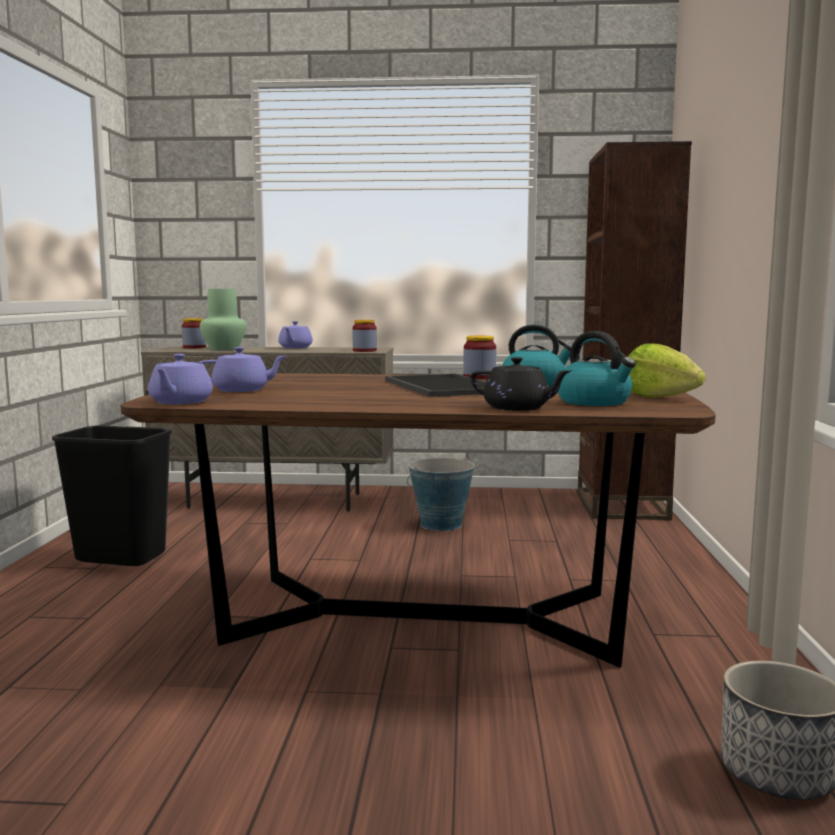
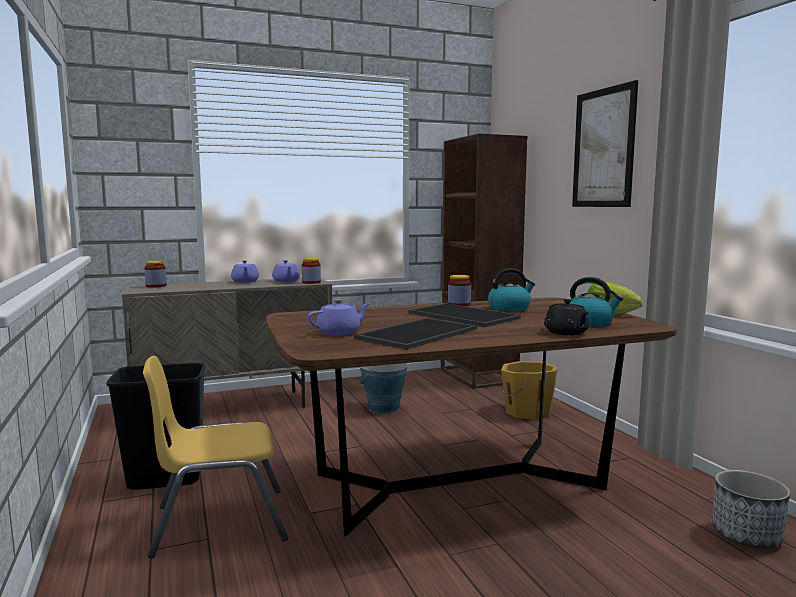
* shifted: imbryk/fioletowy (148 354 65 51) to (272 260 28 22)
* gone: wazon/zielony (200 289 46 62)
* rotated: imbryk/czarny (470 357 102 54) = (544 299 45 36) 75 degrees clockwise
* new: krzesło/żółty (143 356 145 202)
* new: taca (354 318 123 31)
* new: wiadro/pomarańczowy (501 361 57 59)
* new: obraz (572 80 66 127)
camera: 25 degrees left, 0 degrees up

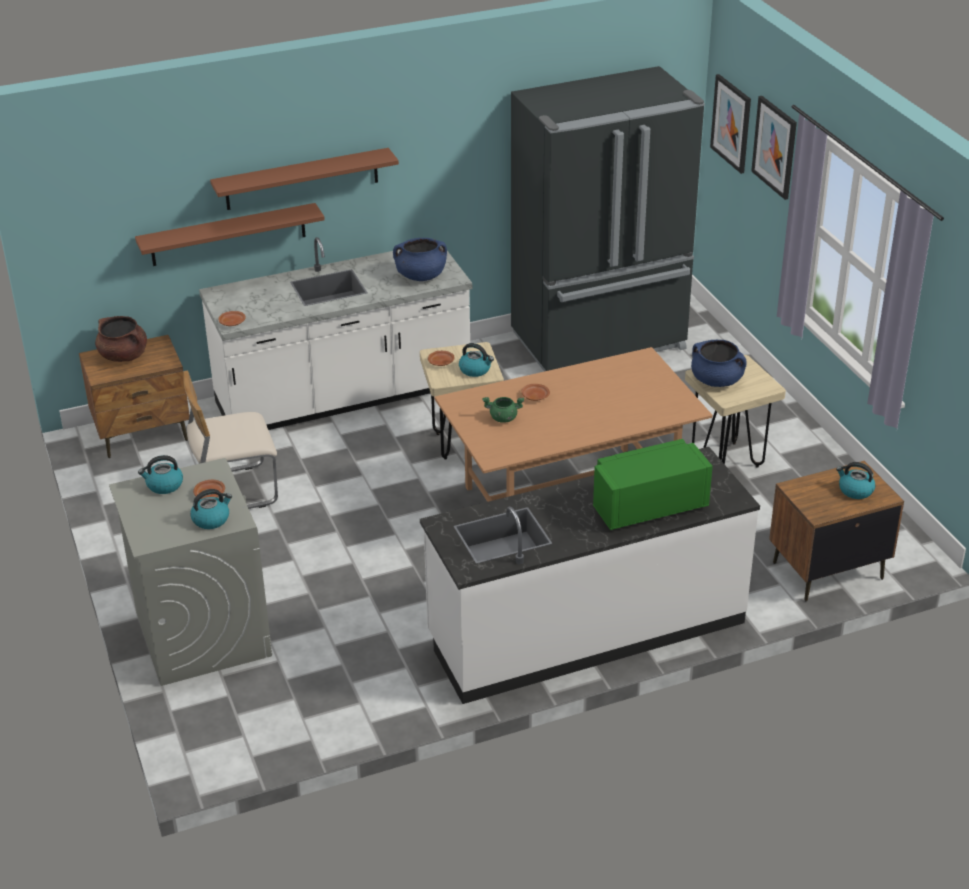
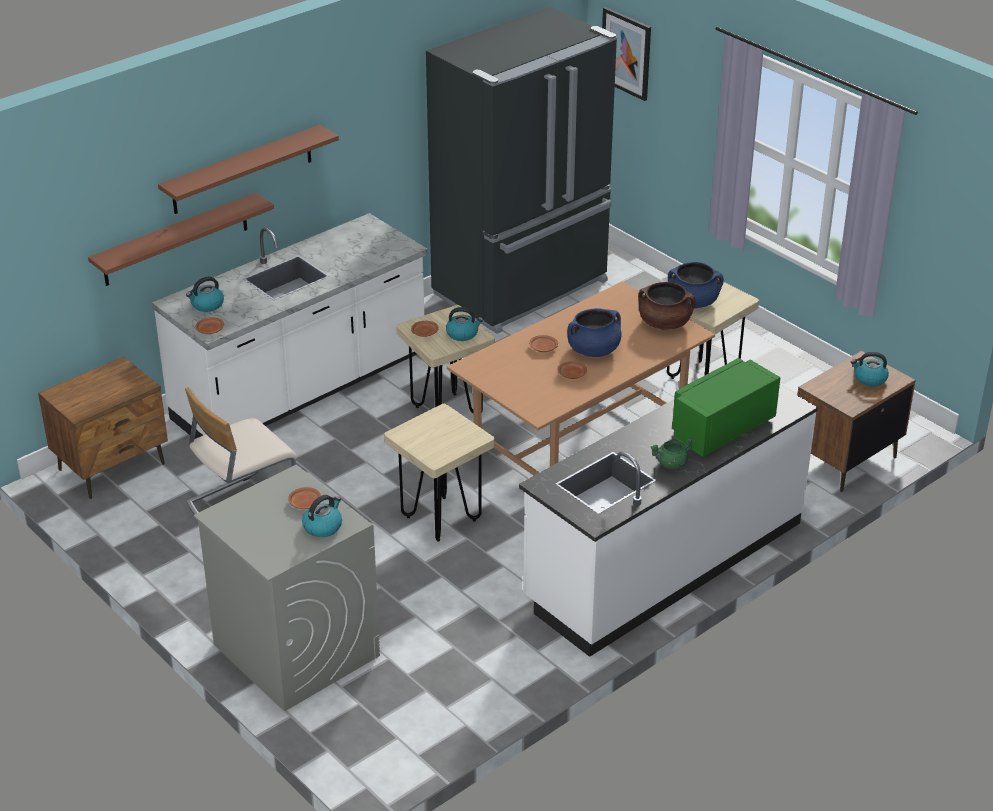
* shifted: garnek/brązowy (95 316 52 46) to (638 282 58 48)
* shifted: czajnik (138 455 45 39) to (186 277 38 35)
* shifted: garnek/niebieski (393 238 54 43) to (567 308 55 49)
* shifted: garnek/zielony (482 397 42 26) to (650 438 44 31)
* gone: obraz (751 96 46 104)
* new: stołek/beżowy (384 404 111 137)
* new: talerz/brązowy (558 361 29 18)
camera: 20 degrees left, 0 degrees up

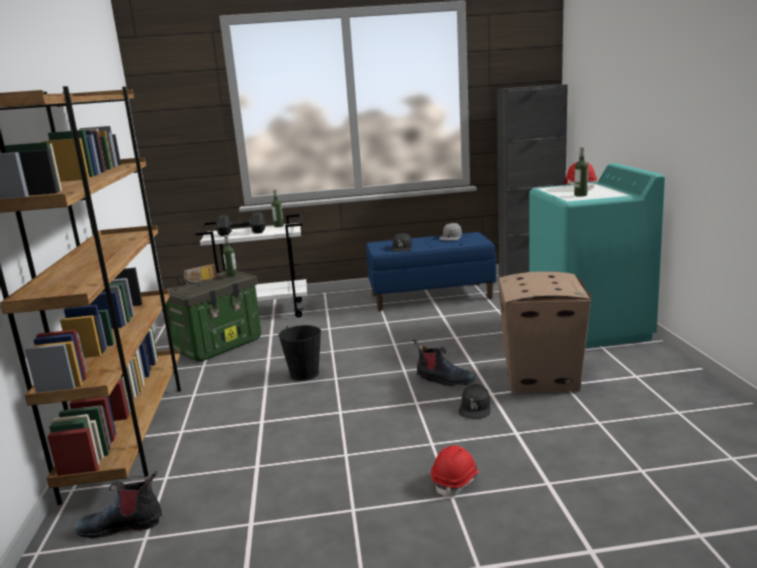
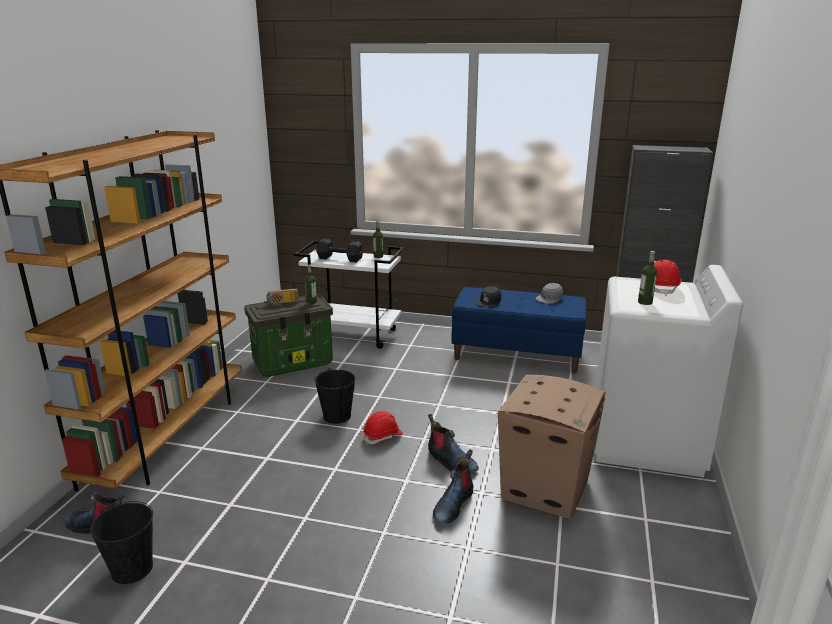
* shifted: kask/czerwony (431 445 49 53) to (363 411 40 33)
* swapped: czapka z daszkiem/czarny (459 384 31 35) to but z cholewką (433 450 41 74)
* repainted: pralka/turkusowy (529 163 136 185) to pralka/biały (594 265 149 212)
* new: wiadro/czarny (90 501 63 83)
camera: 20 degrees right, 5 degrees up

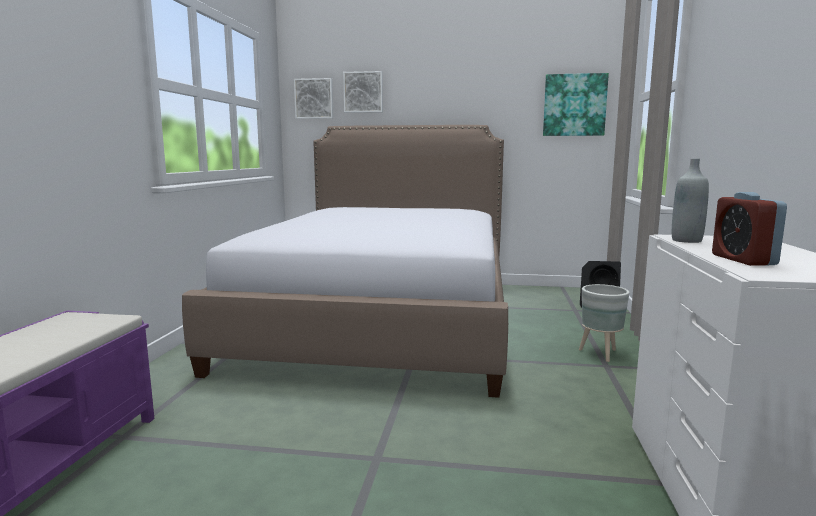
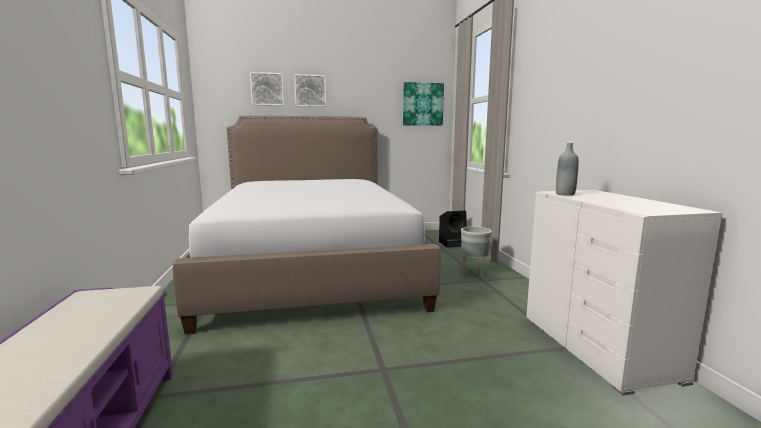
* shifted: obraz (294 78 39 41) to (294 74 32 33)
* gone: budzik (712 192 75 74)
camera: 20 degrees left, 0 degrees up

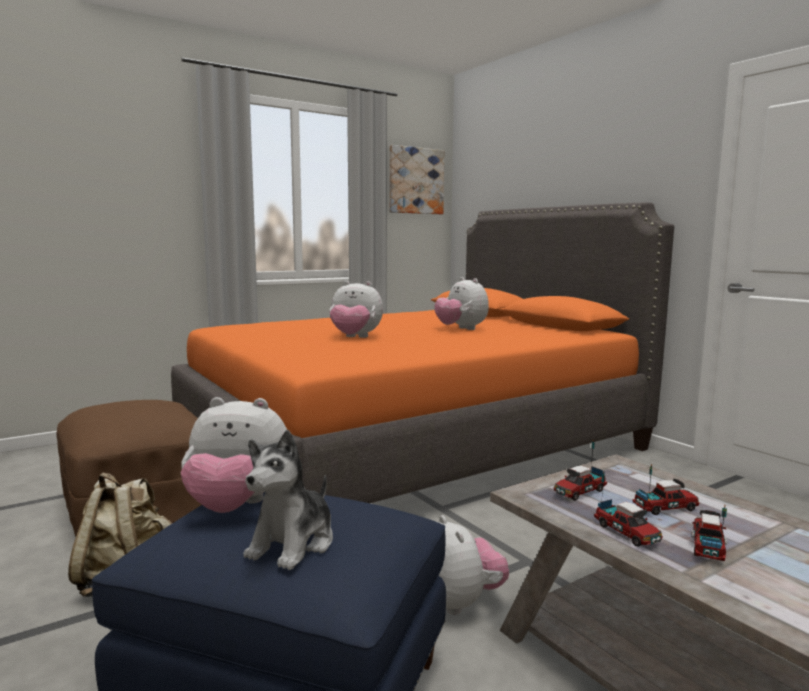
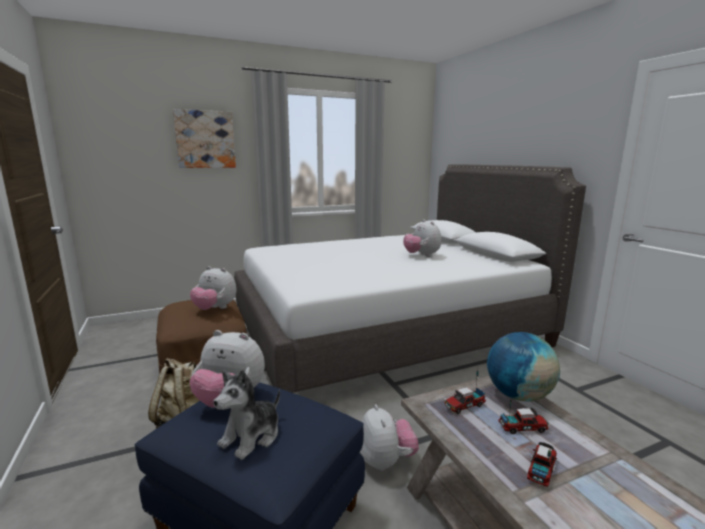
* repainted: łóżko/pomarańczowy (171 202 503 301) to łóżko/biały (234 165 352 228)
* shifted: pluszak (329 281 54 57) to (190 266 47 44)
* shifted: obraz (390 145 54 69) to (173 109 63 59)
* gone: ciężarówka zabawkowa (594 471 69 75)
* new: globus (487 332 73 69)
camera: 10 degrees right, 5 degrees up

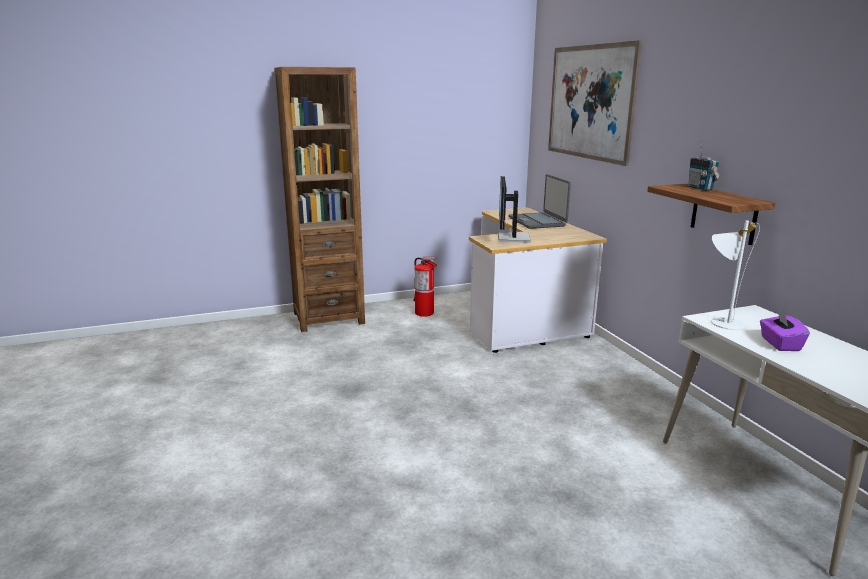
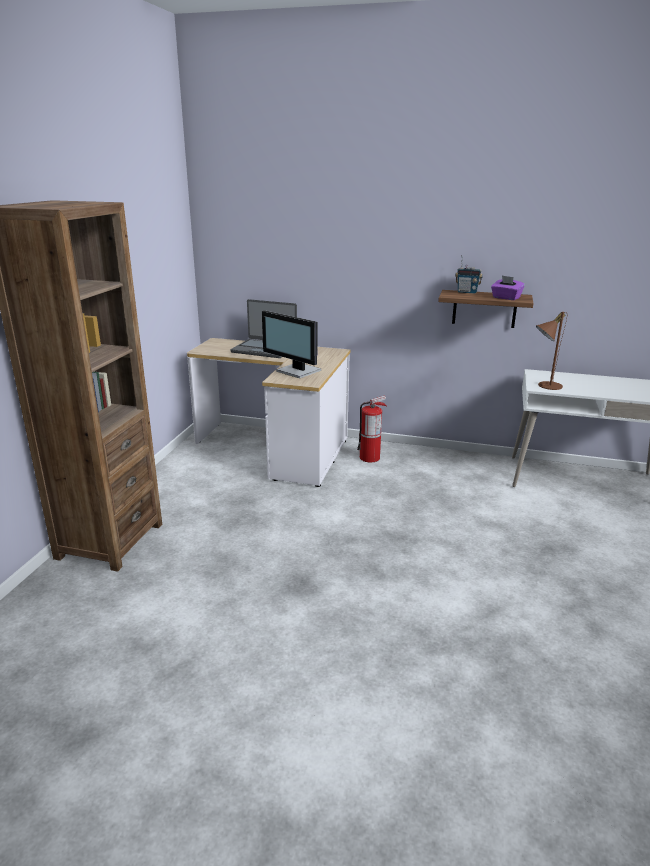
* shifted: gaśnica (413 257 24 60) to (357 396 30 66)
* gone: obraz (548 40 94 126)
* repainted: lampa stołowa/biały (711 221 49 109) to lampa stołowa/brązowy (536 312 31 78)
* shifted: pudełko chusteczek/fioletowy (760 310 50 41) to (491 275 34 25)
camera: 55 degrees left, 5 degrees up

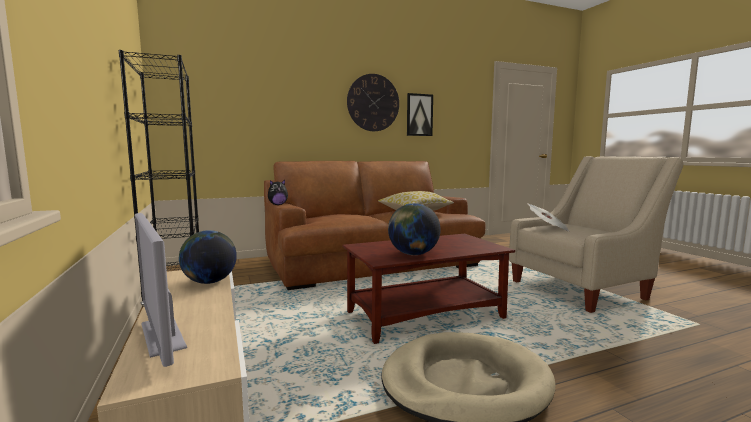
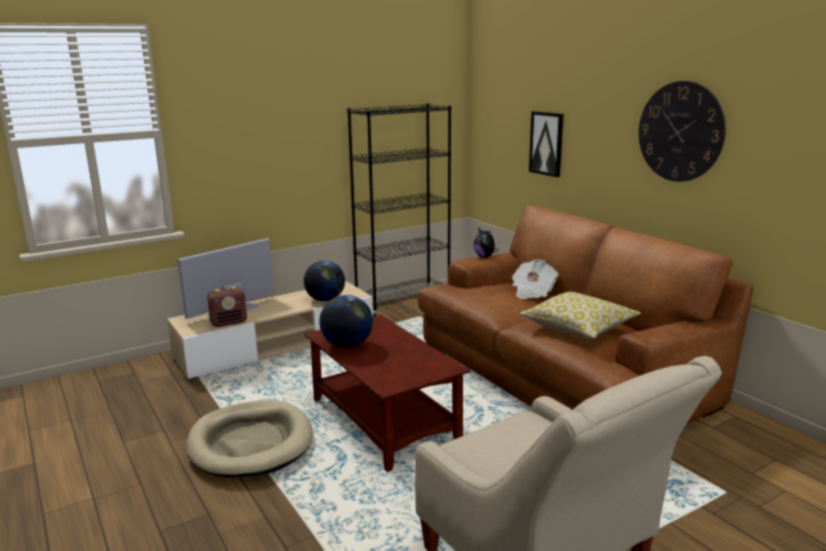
* shifted: obraz (407 93 26 43) to (529 111 35 66)
* shifted: gazeta (527 203 43 29) to (512 259 46 40)
* new: radio (207 287 40 40)
camera: 80 degrees right, 10 degrees up

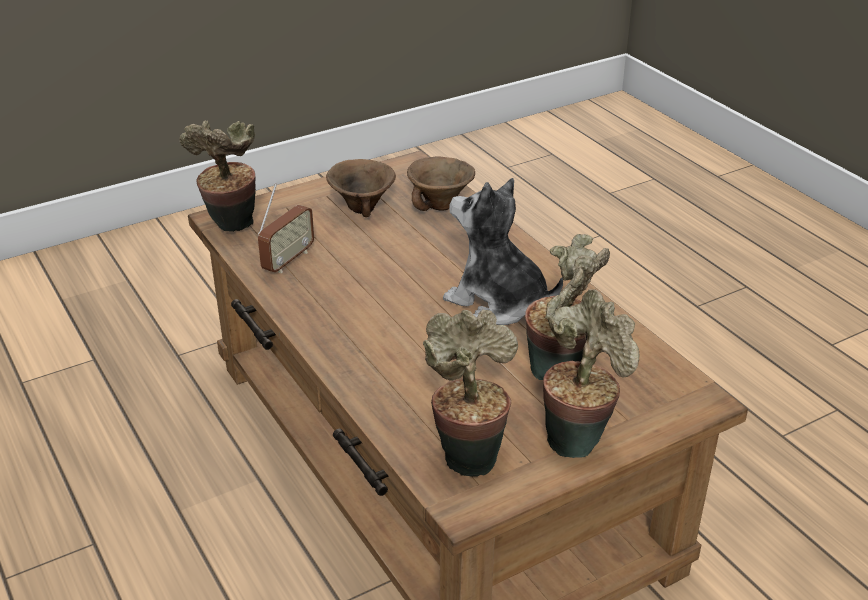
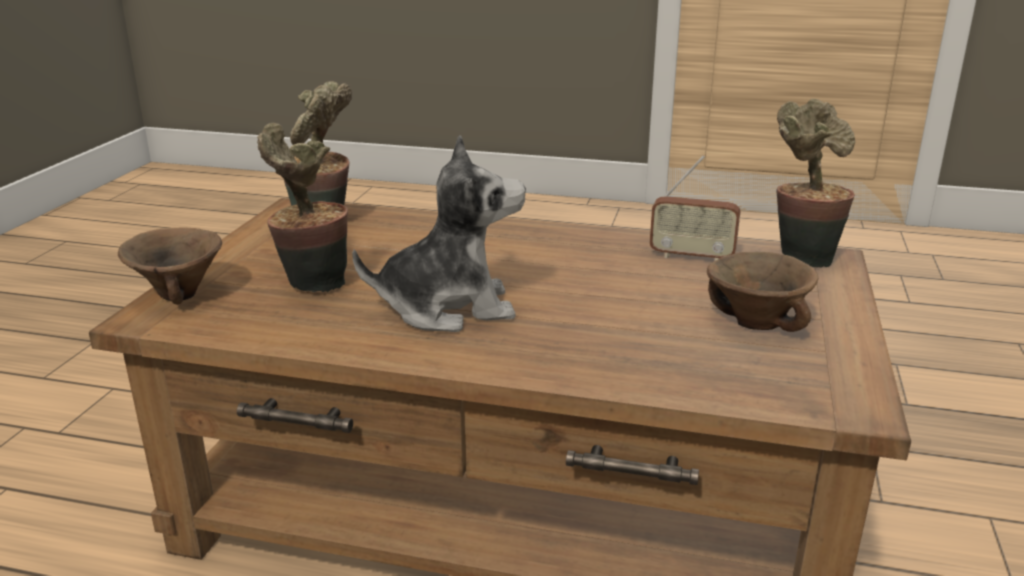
* rotated: radio (258 183 56 90) = (650 155 91 106) 60 degrees counterclockwise
* shifted: miska/brązowy (407 157 68 54) to (118 228 104 77)
* gone: roślina doniczkowa (543 289 97 169)
camera: 135 degrees right, 10 degrees down

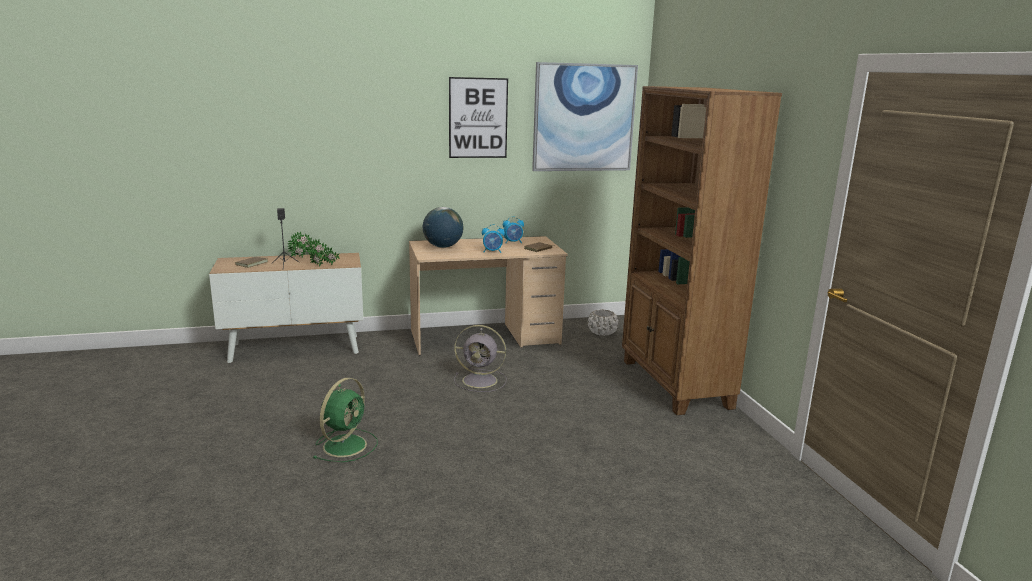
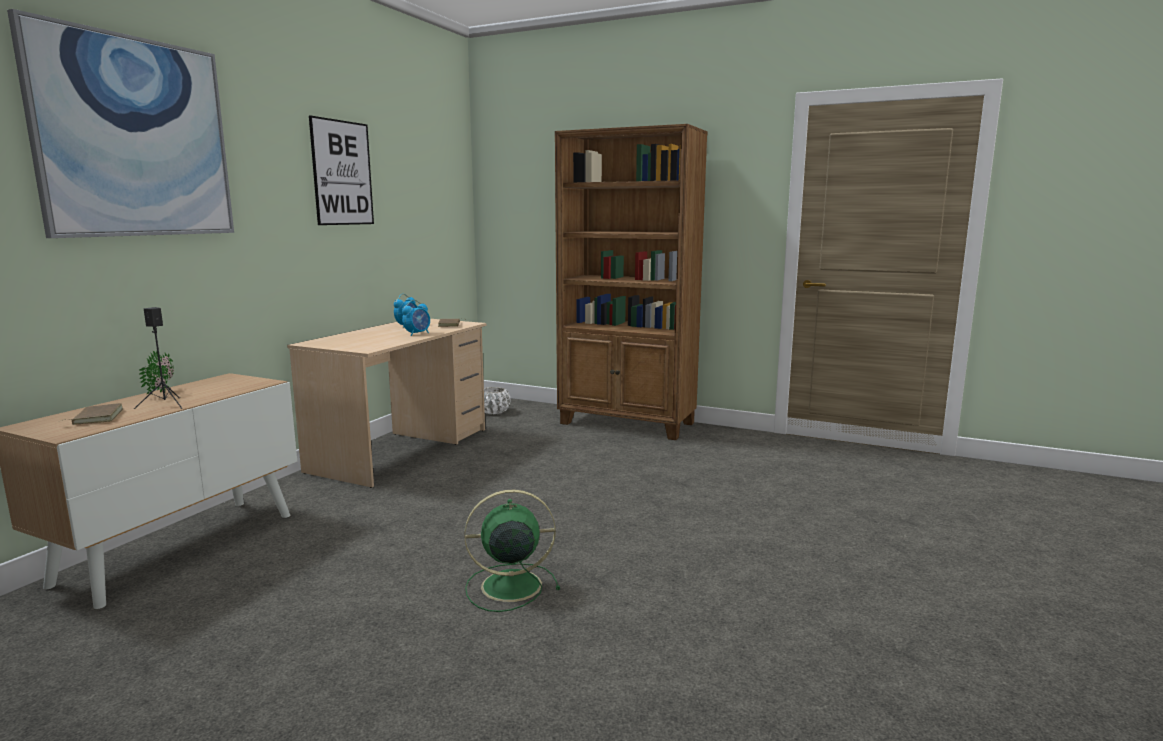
* gone: roślina doniczkowa (307 239 33 28)
* rotated: wentylator/zielony (313 378 65 84) = (464 489 96 123) 75 degrees counterclockwise
* gone: globus (423 207 40 41)
* gone: wentylator/szary (454 325 53 67)
* shifted: obraz (532 62 106 109) to (7 9 227 229)
camera: 50 degrees left, 5 degrees down

